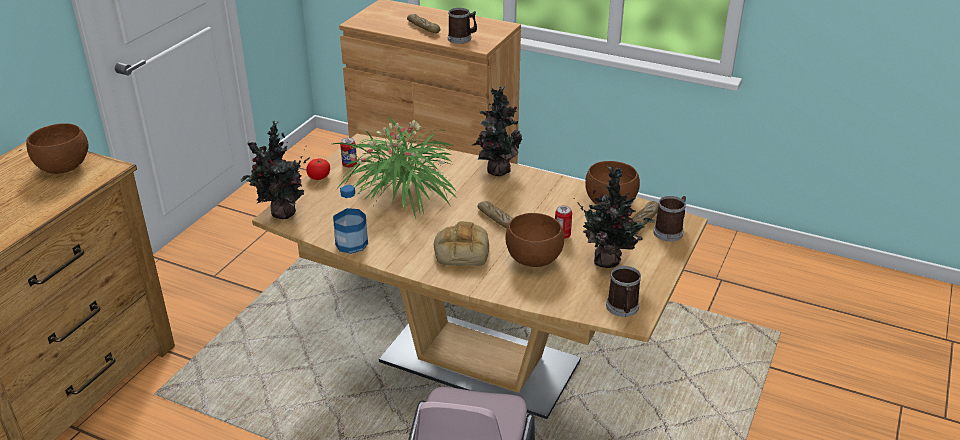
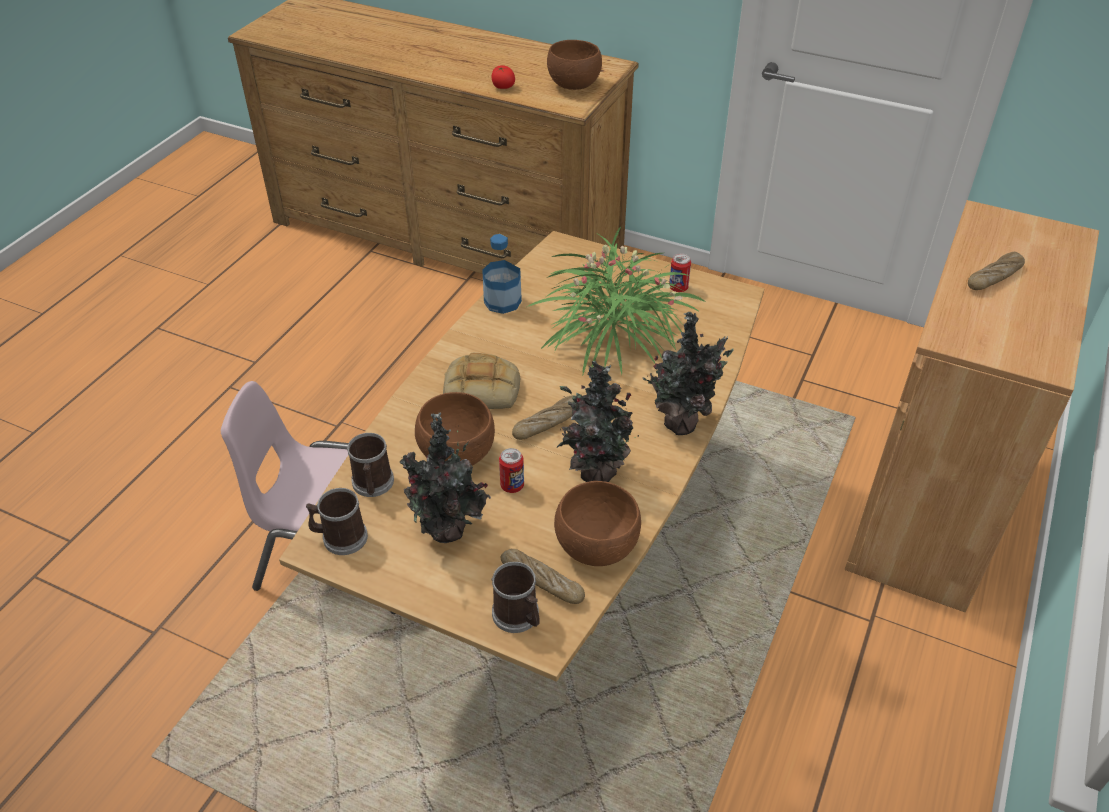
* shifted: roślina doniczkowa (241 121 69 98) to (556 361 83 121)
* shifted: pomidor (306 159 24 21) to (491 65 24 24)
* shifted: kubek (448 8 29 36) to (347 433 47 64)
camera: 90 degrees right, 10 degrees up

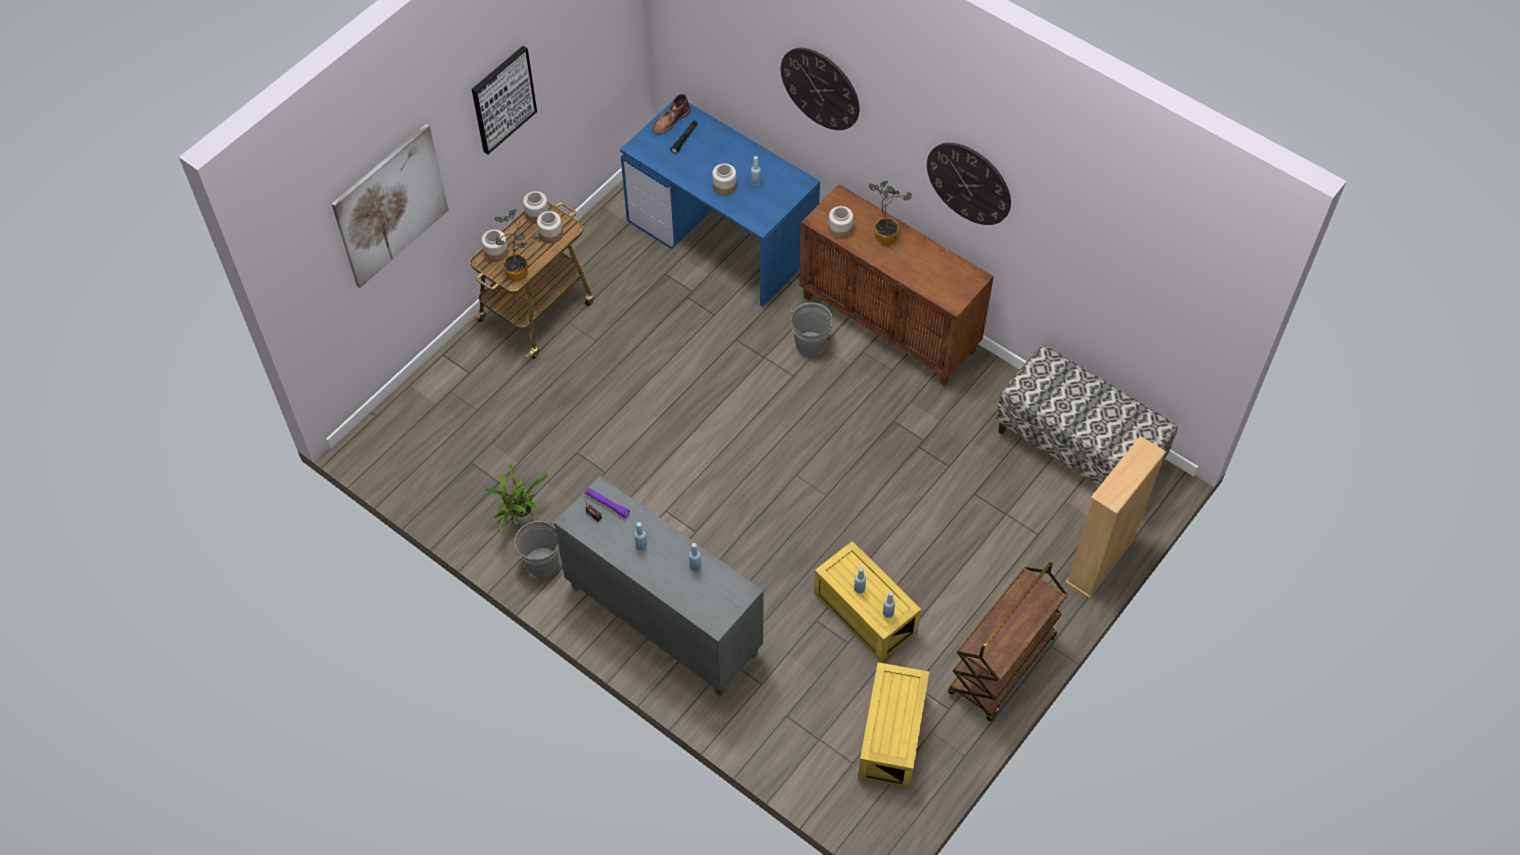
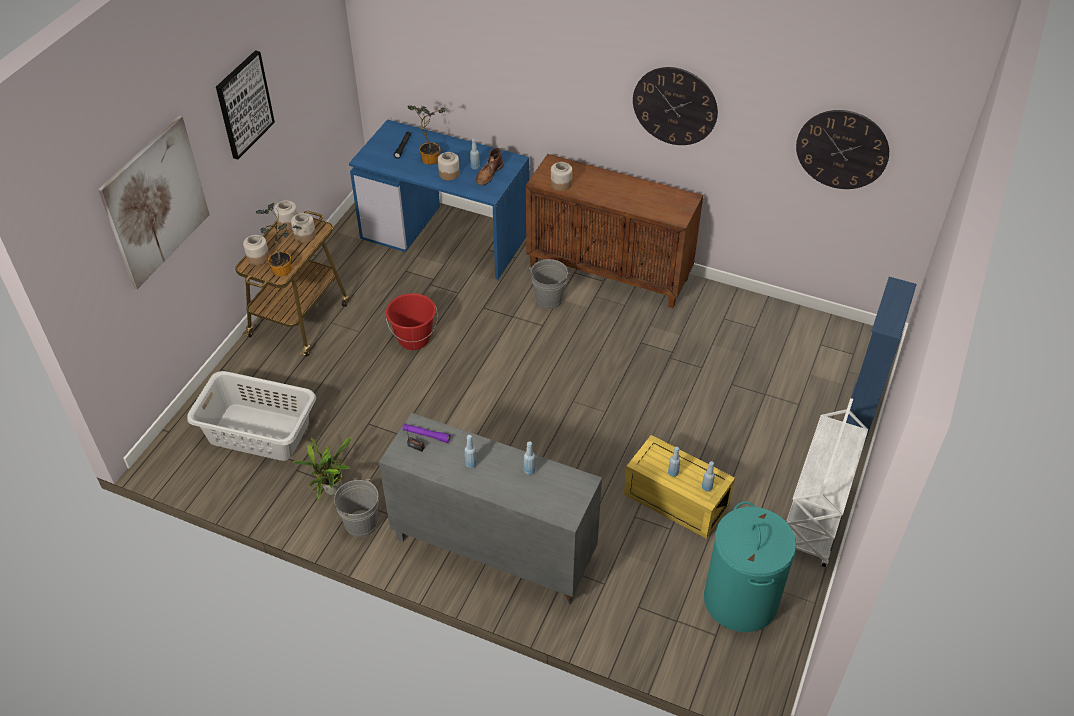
* shifted: but z cholewką/brązowy (652 94 39 40) to (475 148 29 37)
* shifted: zegar ścienny (781 48 78 82) to (796 110 93 79)
* swapped: pojemnik do przechowywania/żółty (858 662 71 127) to kosz na pranie/turkusowy (704 501 92 131)
* shifted: roślina doniczkowa (869 181 43 64) to (407 105 38 60)
* repainted: wózek/brązowy (948 562 120 159) to wózek/biały (786 398 82 169)
* gone: ławka (995 345 182 141)
* repainted: regał/beżowy (1065 436 101 162) to regał/niebieski (846 277 71 167)
* new: kosz na pranie/szary (187 371 129 90)
* new: wiadro/czerwony (386 293 52 57)
camera: 15 degrees left, 10 degrees down

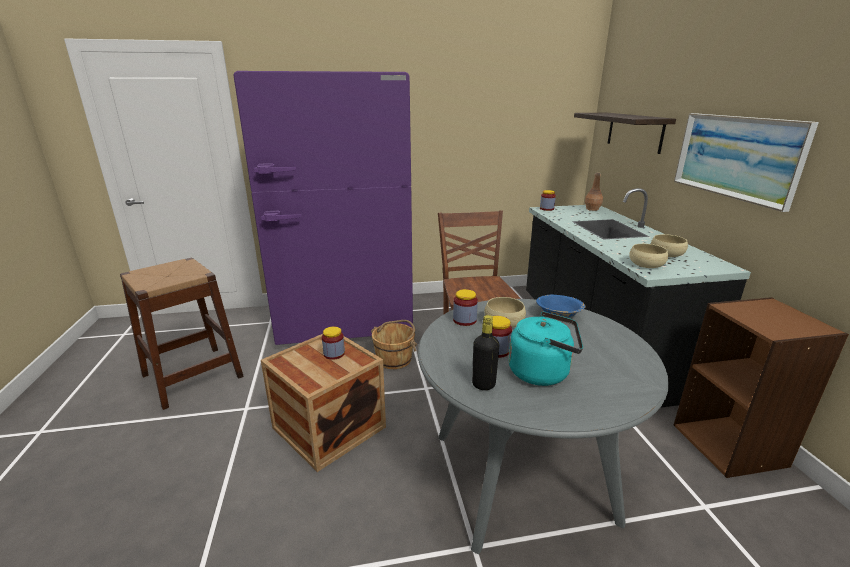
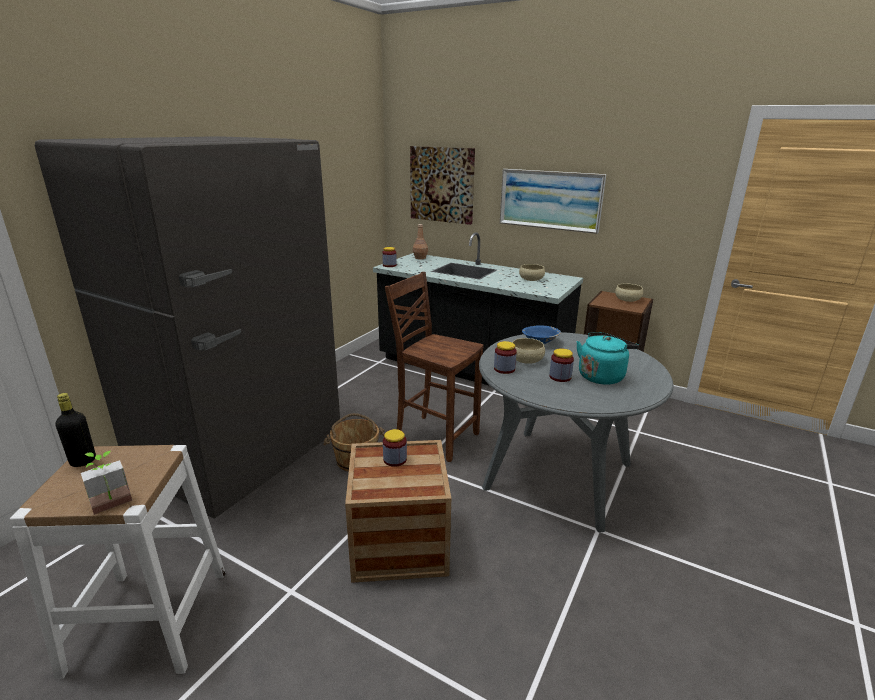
* repainted: stołek/brązowy (120 258 124 152) to stołek/biały (10 445 216 234)
* repainted: lodówka/fioletowy (233 71 180 274) to lodówka/szary (34 136 306 383)
* shifted: butelka/czarny (472 315 27 75) to (55 393 41 74)
* swapped: półka (574 113 102 41) to obraz (410 146 65 79)
* shifted: miska/beżowy (629 244 39 24) to (615 284 28 18)
* new: roślina doniczkowa (81 451 51 64)
camera: 50 degrees left, 0 degrees up

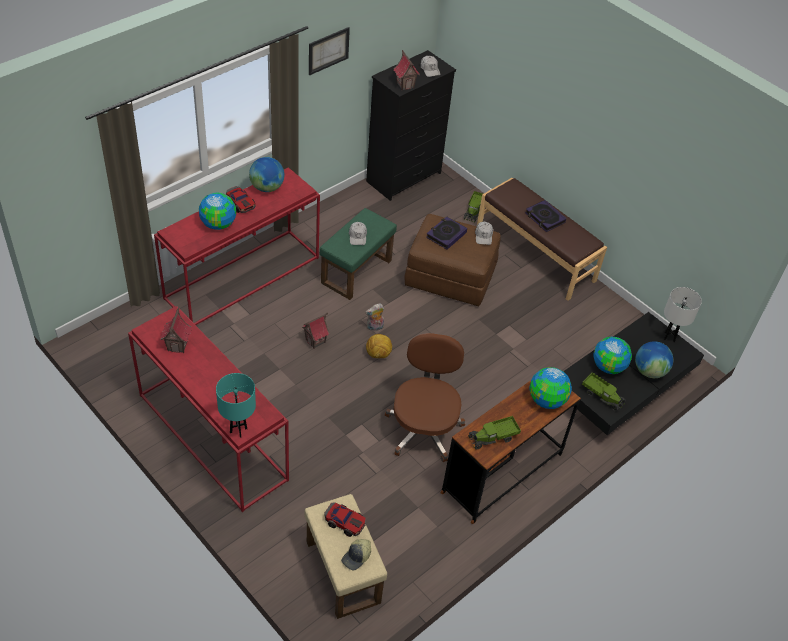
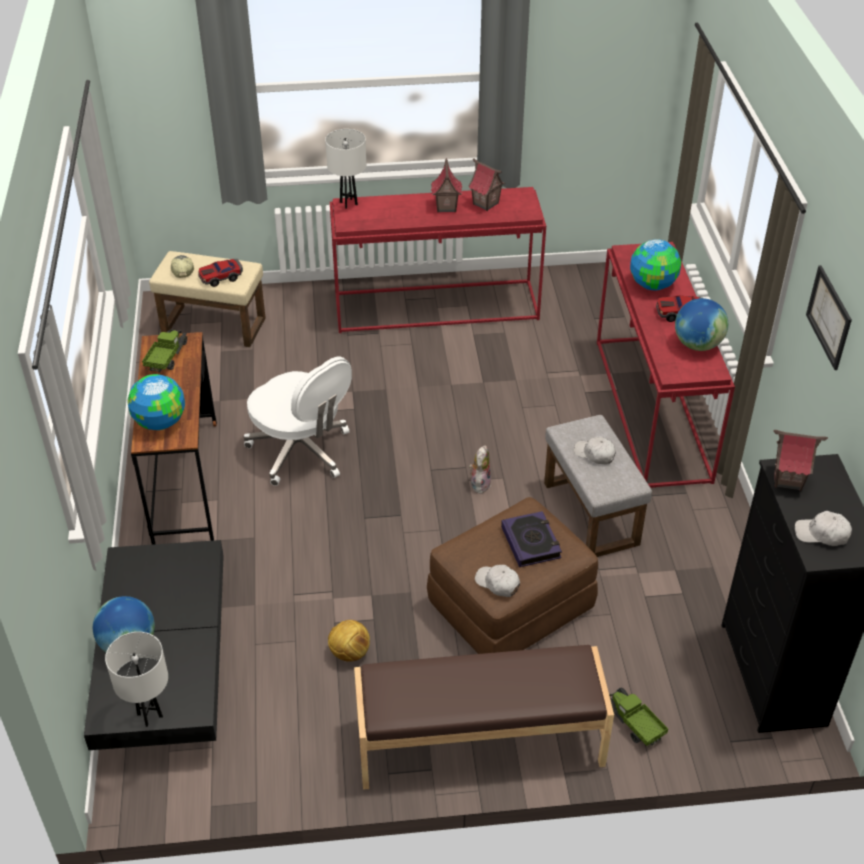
* repainted: lampa stołowa/turkusowy (216 373 40 65) to lampa stołowa/biały (325 129 41 80)
* shifted: domek (302 313 28 36) to (431 158 31 55)
* repainted: pufa/zielony (320 208 77 92) to pufa/szary (544 415 108 142)
* shifted: piłka futbolowa (366 334 26 24) to (328 620 42 42)
* repainted: krzesło biurowe/brązowy (385 333 80 129) to krzesło biurowe/biały (244 356 108 130)
* gone: książka (525 200 41 32)
* gone: ciężarówka zabawkowa (582 372 44 40)
* gone: globus (593 337 39 37)
camera: 130 degrees right, 5 degrees down

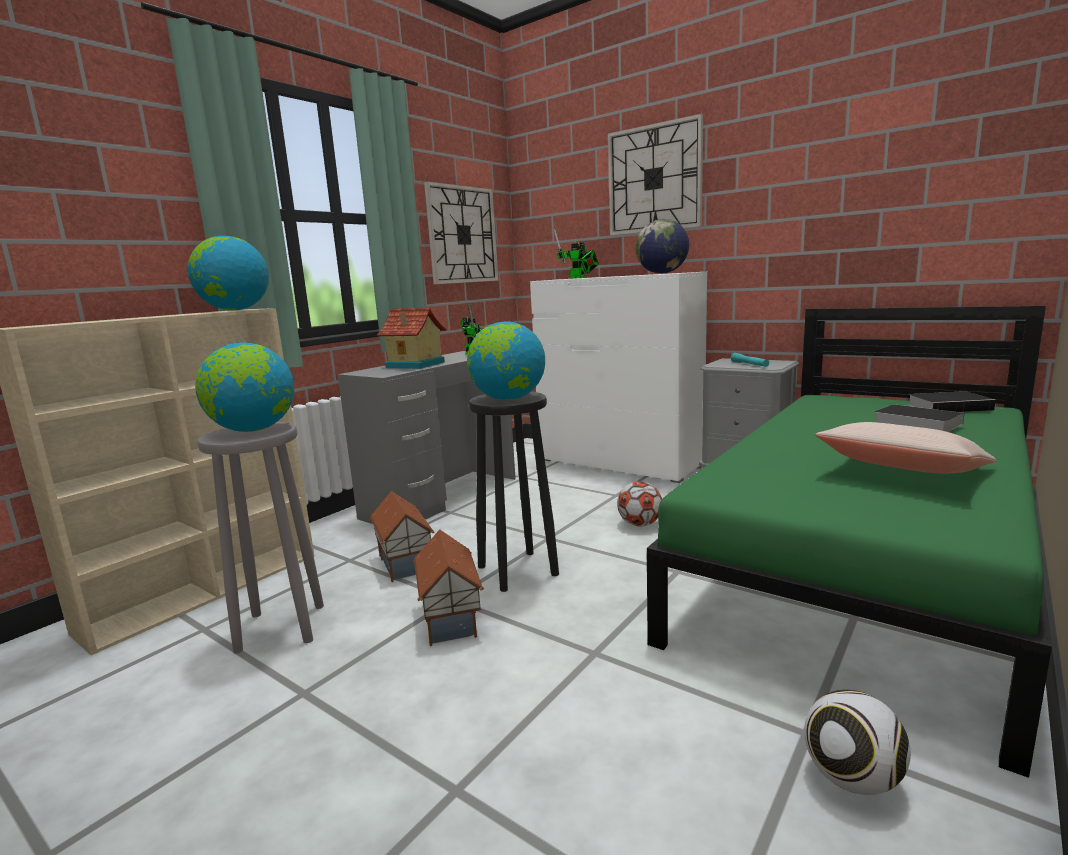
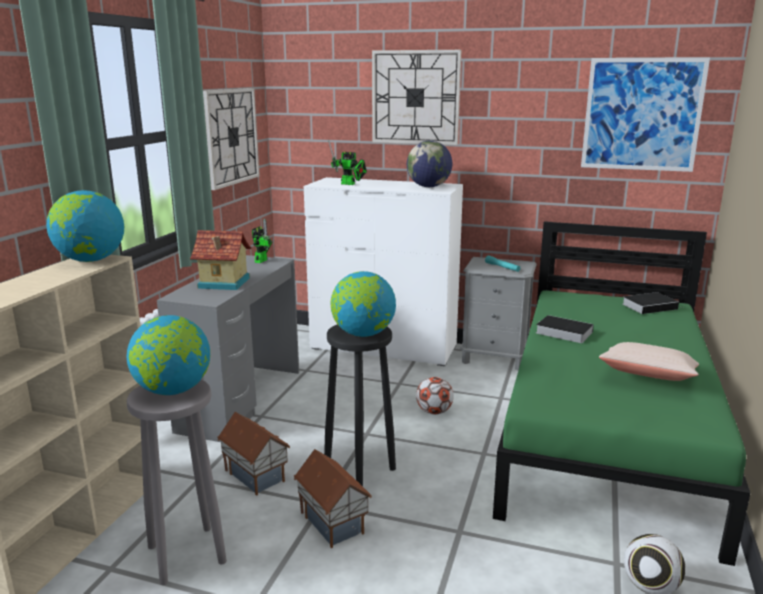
* shifted: książka (874 404 90 28) to (536 315 58 28)
* new: obraz (581 57 129 115)
camera: 20 degrees left, 5 degrees up

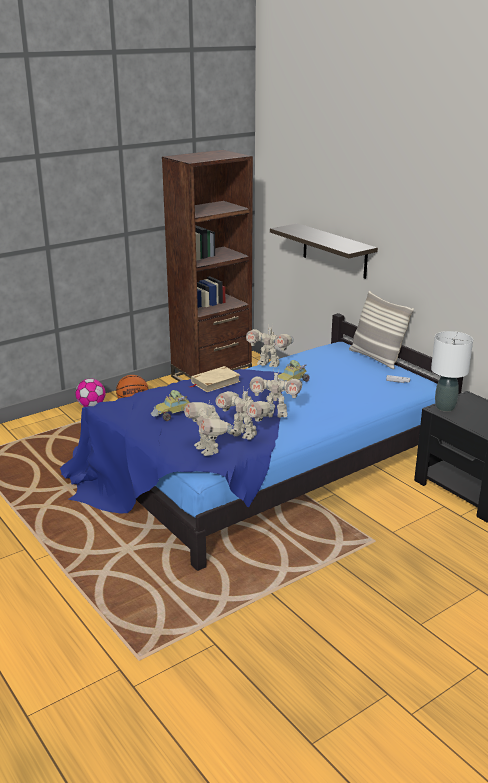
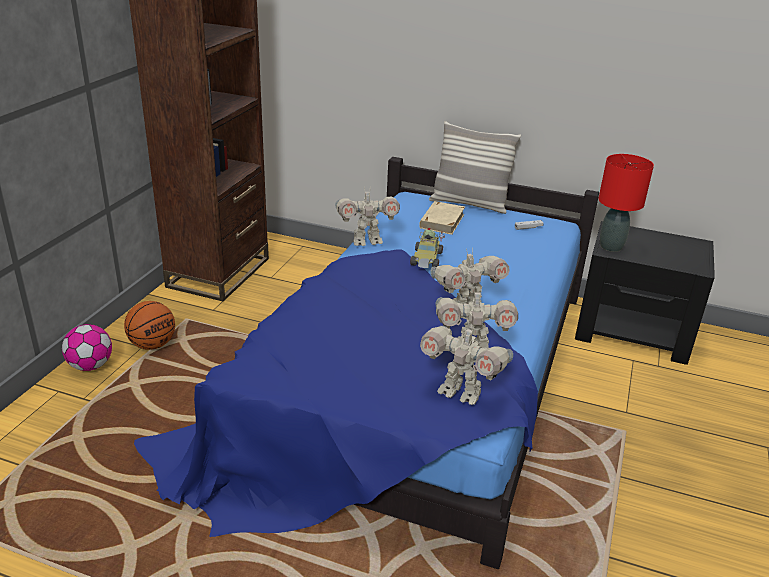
* gone: samochodzik (151 390 39 31)
* shifted: książka/beżowy (189 366 52 26) to (419 201 46 34)
* gone: półka (270 223 108 56)
* repainted: lampa stołowa/biały (431 331 42 81) to lampa stołowa/czerwony (599 154 55 98)
camera: 35 degrees left, 5 degrees up

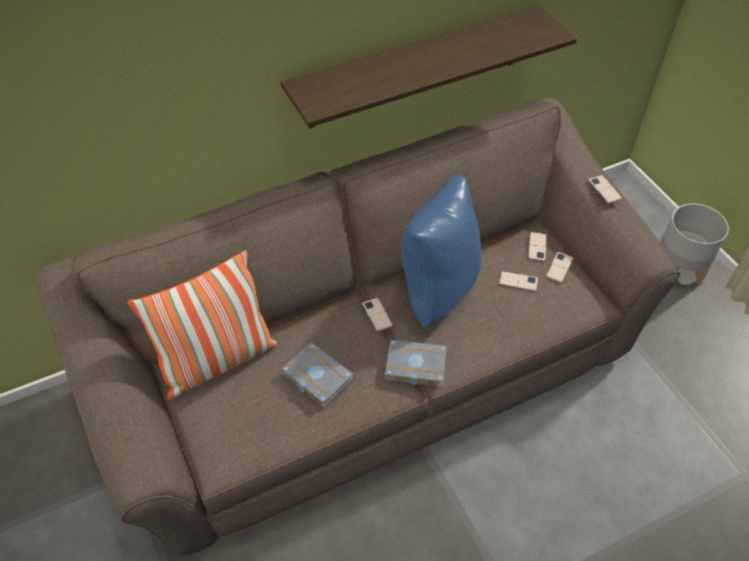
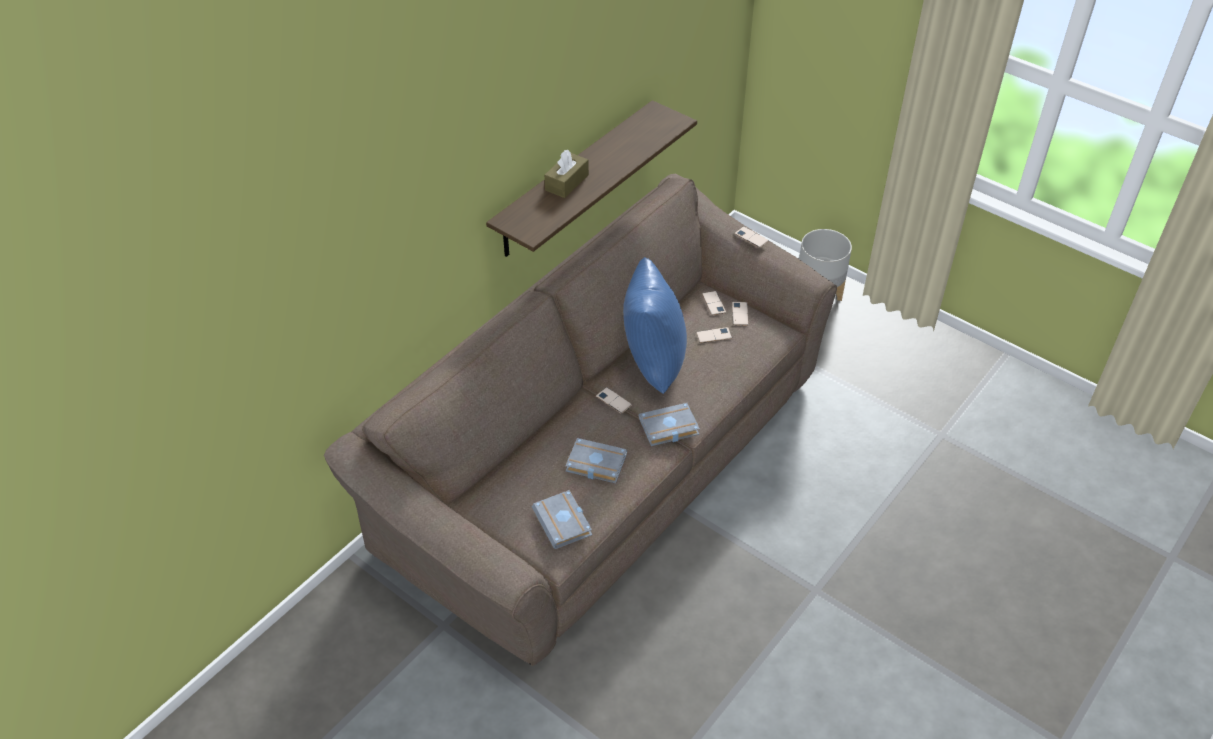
* gone: poduszka (128 250 149 150)
* new: książka/szary (532 490 60 59)
* new: pudełko chusteczek/brązowy (544 150 45 48)
camera: 25 degrees left, 5 degrees down

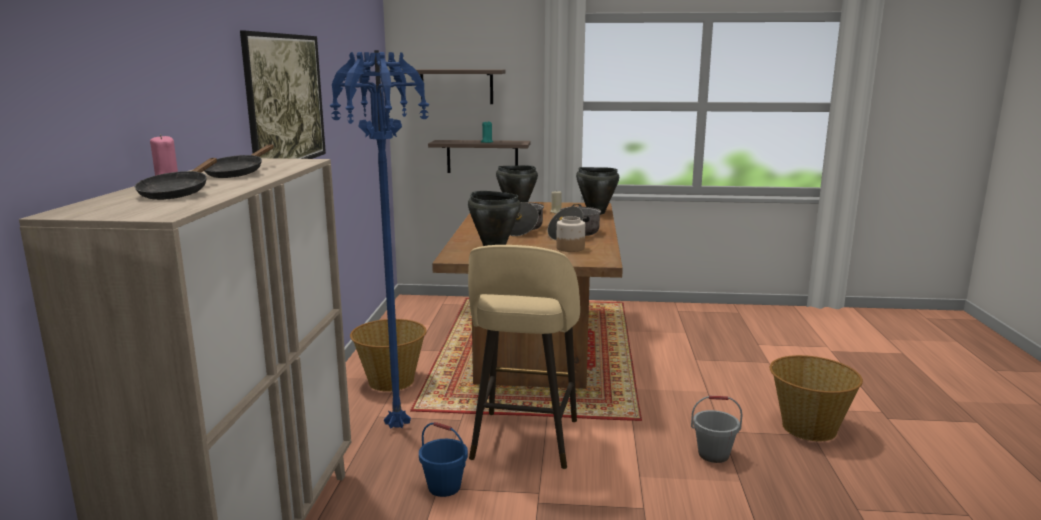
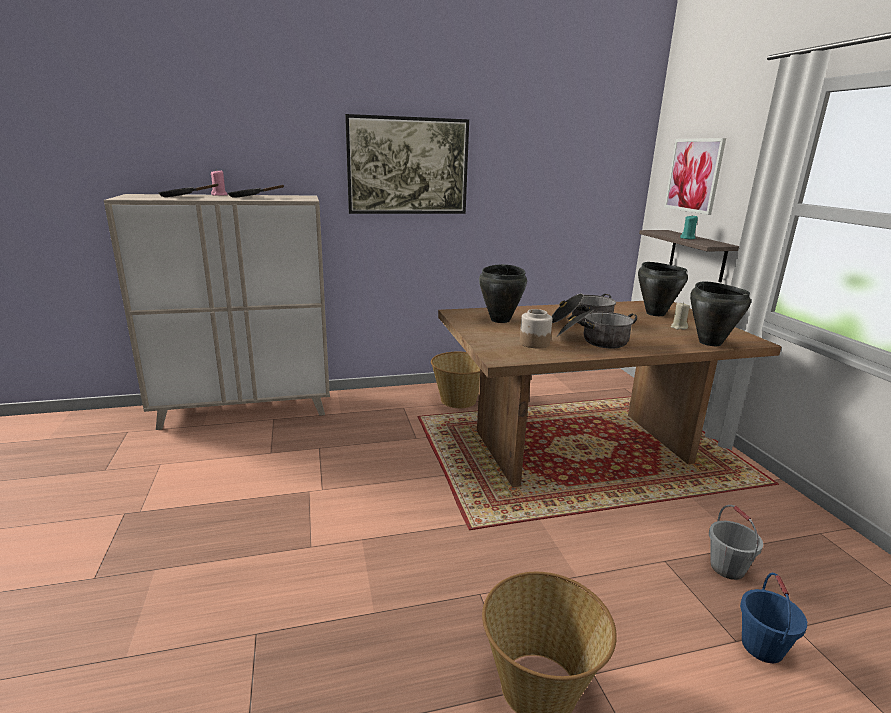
* gone: lampa stojąca/niebieski (329 50 101 378)
* swapped: półka (404 69 102 35) to obraz (664 138 62 77)
* shifted: wiadro/niebieski (419 422 49 75) to (740 573 67 90)
* gone: stołek/beżowy (468 245 112 224)
* shifted: wiadro/szary (691 396 52 67) to (709 505 54 75)
camera: 70 degrees right, 5 degrees up

